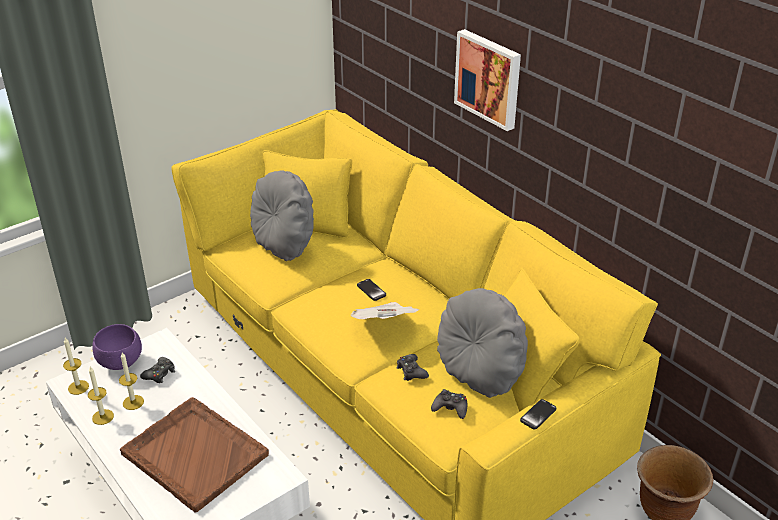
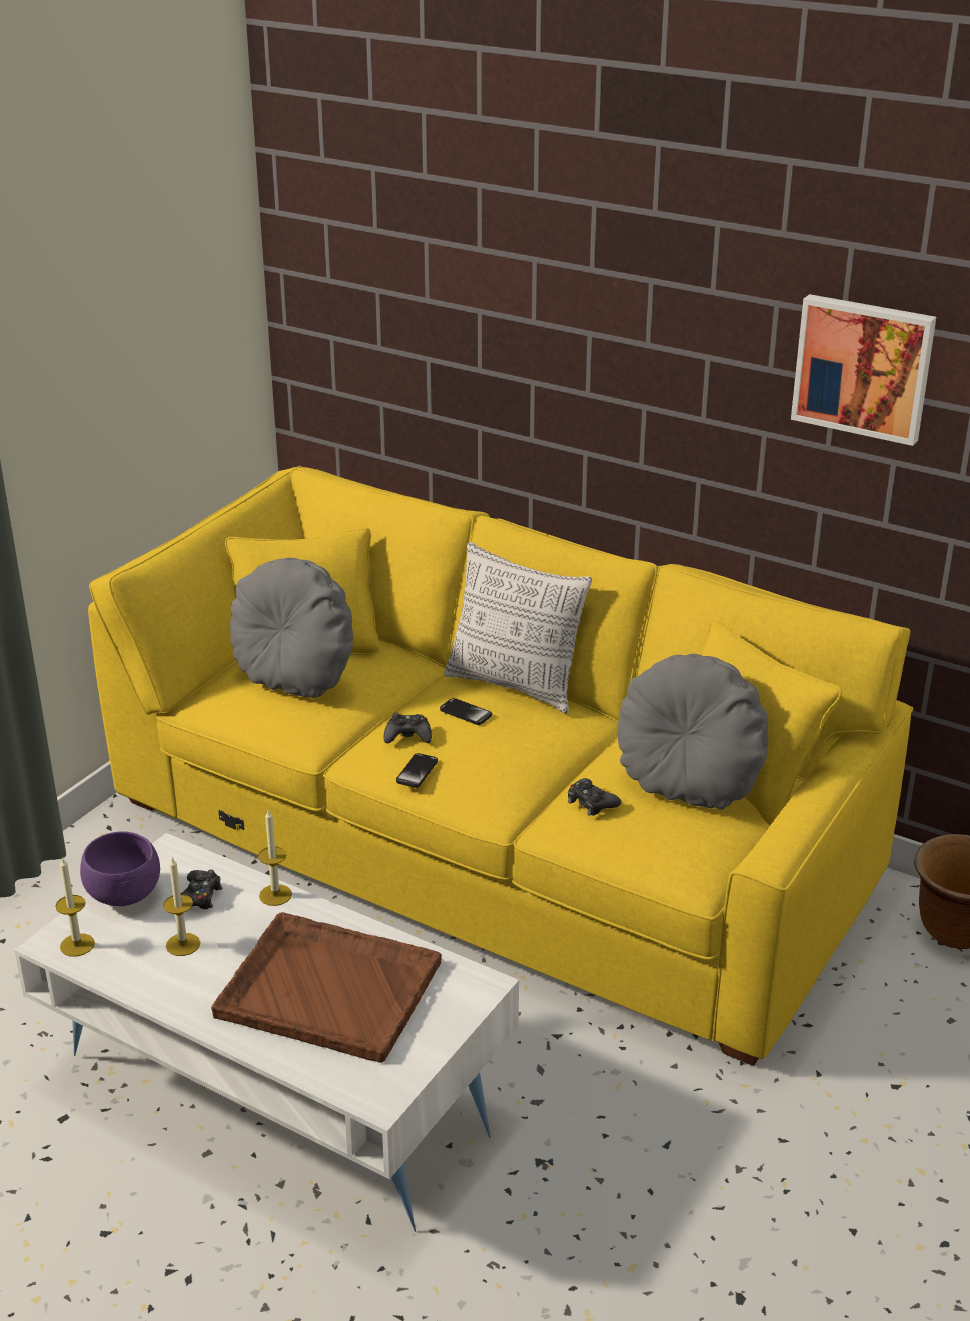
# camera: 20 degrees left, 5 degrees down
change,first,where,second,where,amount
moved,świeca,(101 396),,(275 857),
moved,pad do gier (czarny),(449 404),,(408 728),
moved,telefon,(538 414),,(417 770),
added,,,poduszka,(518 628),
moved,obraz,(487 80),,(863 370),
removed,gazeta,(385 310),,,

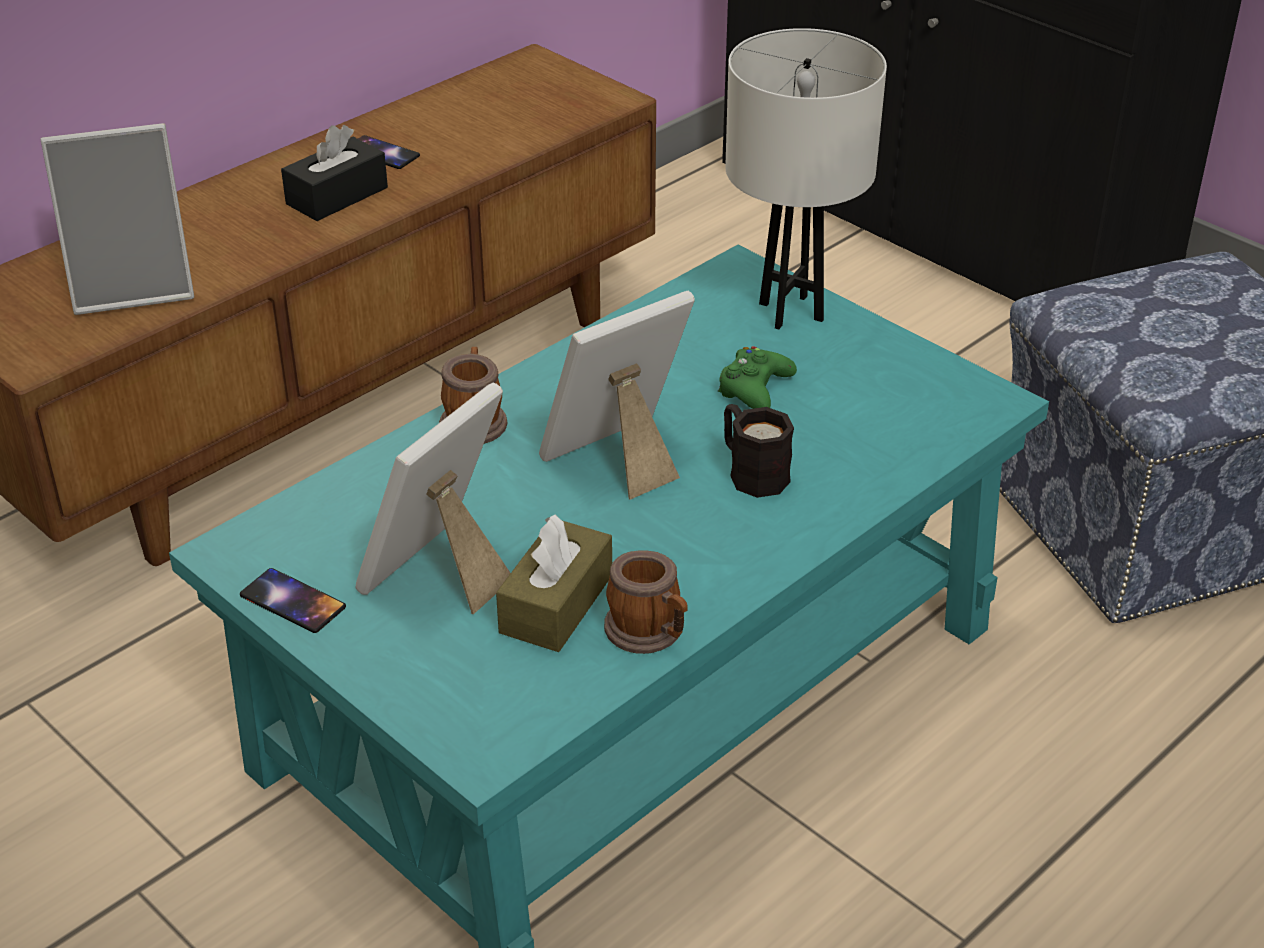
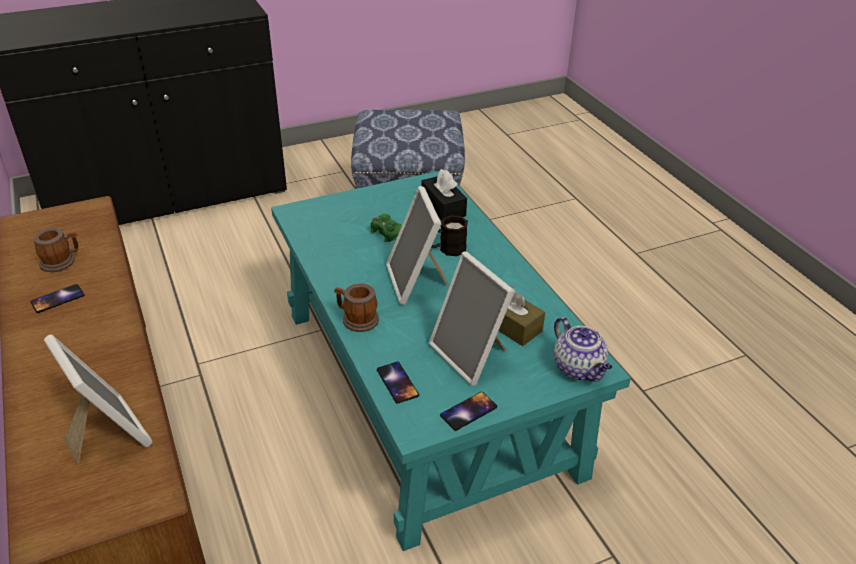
# camera: 70 degrees left, 0 degrees up
change,first,where,second,where,amount
moved,kubek,(646 602),,(56 249),
turned,ramka na zdjęcie,(117 219),,(98 399),45 degrees counterclockwise
added,,,telefon,(398 383),
moved,pudełko chusteczek (czarny),(334 173),,(444 195),
added,,,imbryk,(583 349),
removed,lampa stołowa (biały),(806 178),,,

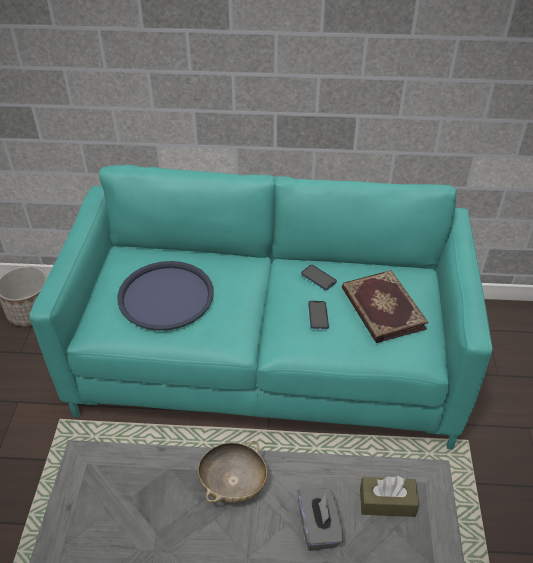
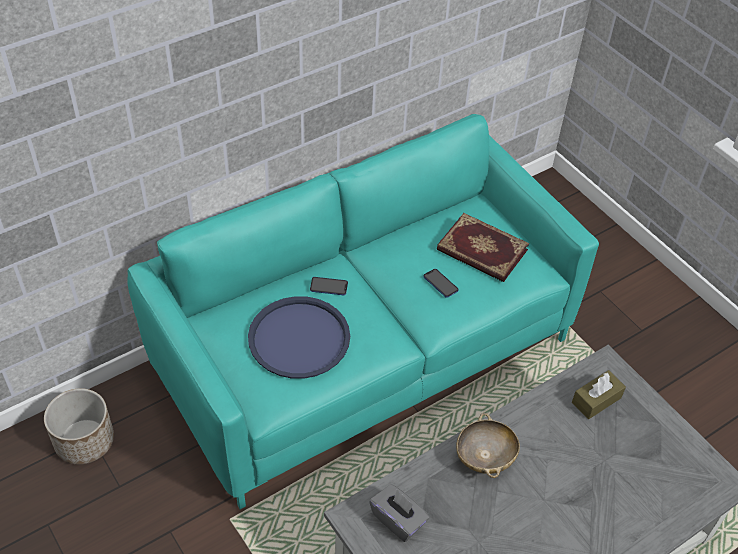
# camera: 40 degrees left, 5 degrees up
change,first,where,second,where,amount
moved,telefon,(319 277),,(329 286),
moved,pudełko chusteczek (szary),(320 520),,(400 513),

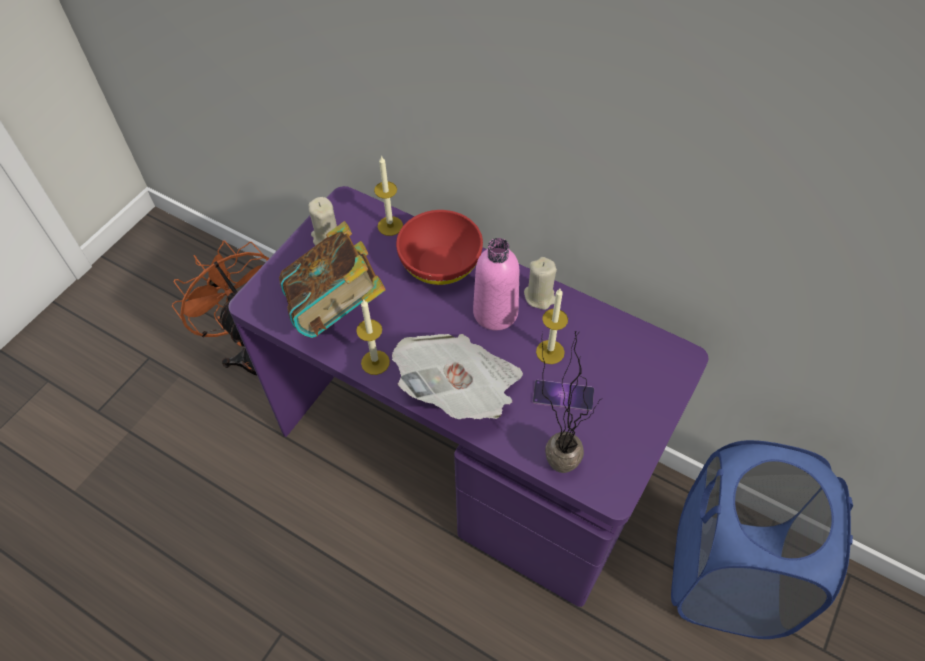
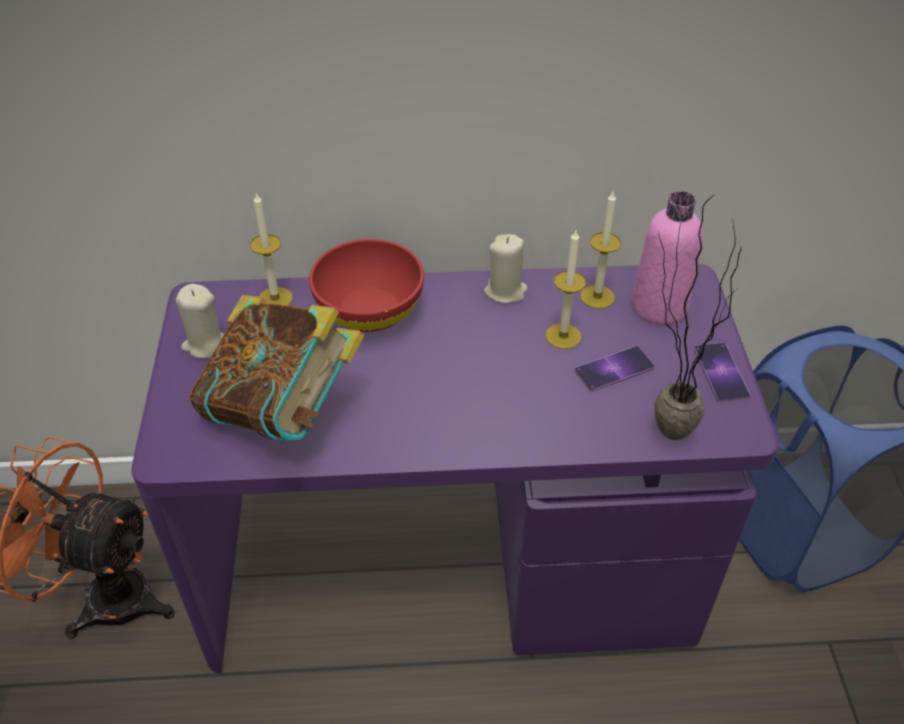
# camera: 35 degrees left, 10 degrees down
change,first,where,second,where,amount
moved,świeca,(373 337),,(600 250),
moved,butelka (różowy),(496 284),,(667 258),
added,,,telefon,(722 372),
removed,gazeta,(457 376),,,

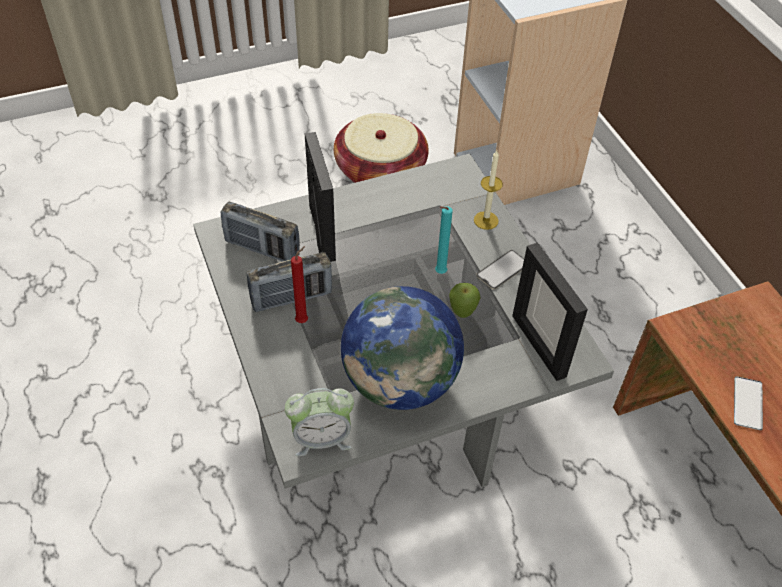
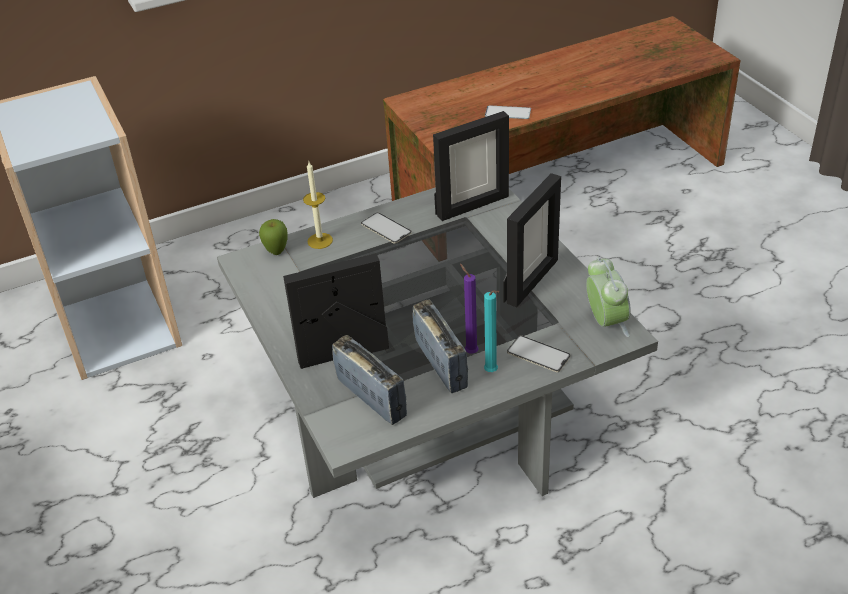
# camera: 90 degrees left, 10 degrees down
change,first,where,second,where,amount
moved,jabłko,(465 300),,(273 237),
turned,radio,(260 231),,(369 380),60 degrees counterclockwise
recoloured,świeca (czerwony),(299 284),świeca (fioletowy),(469 308),
moved,świeca (turkusowy),(444 240),,(491 331),
replaced,globus,(402 348),ramka na zdjęcie,(532 240),
added,,,telefon,(539 353),
removed,koszyk,(381 148),,,

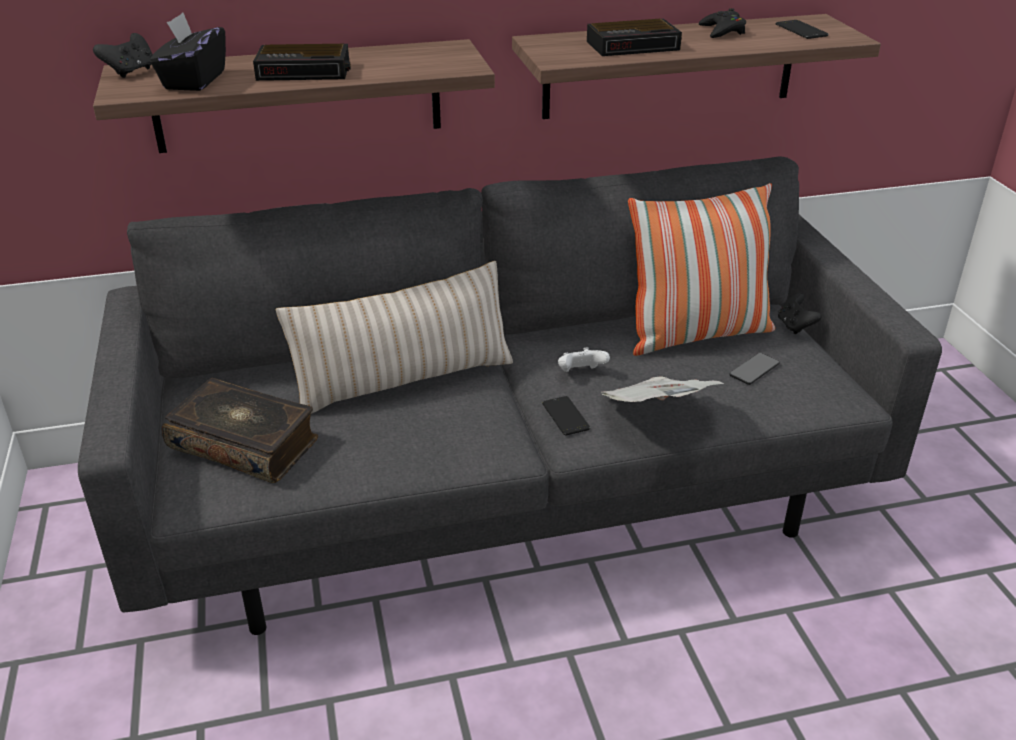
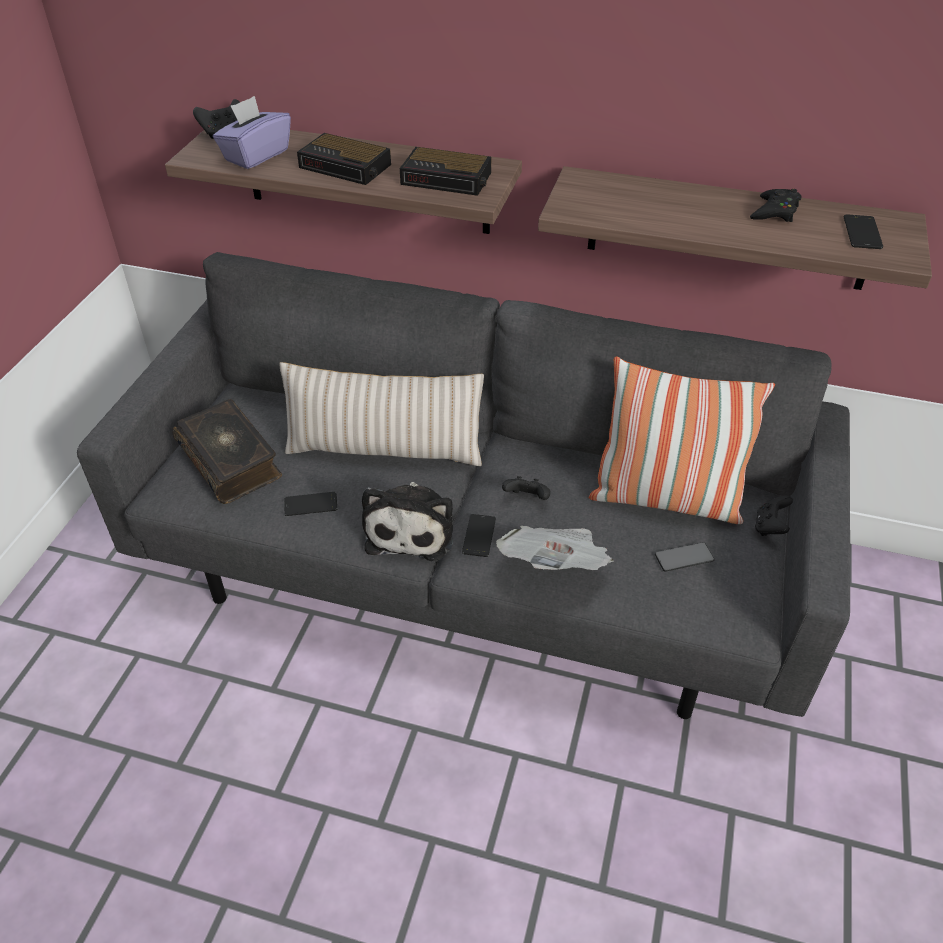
# camera: 30 degrees right, 10 degrees up
change,first,where,second,where,amount
recoloured,pudełko chusteczek (czarny),(188 51),pudełko chusteczek (fioletowy),(252 132),
added,,,telefon,(310 504),
added,,,pluszak,(407 521),
moved,budzik,(634 37),,(445 171),
recoloured,pad do gier (biały),(584 359),pad do gier (czarny),(526 488),

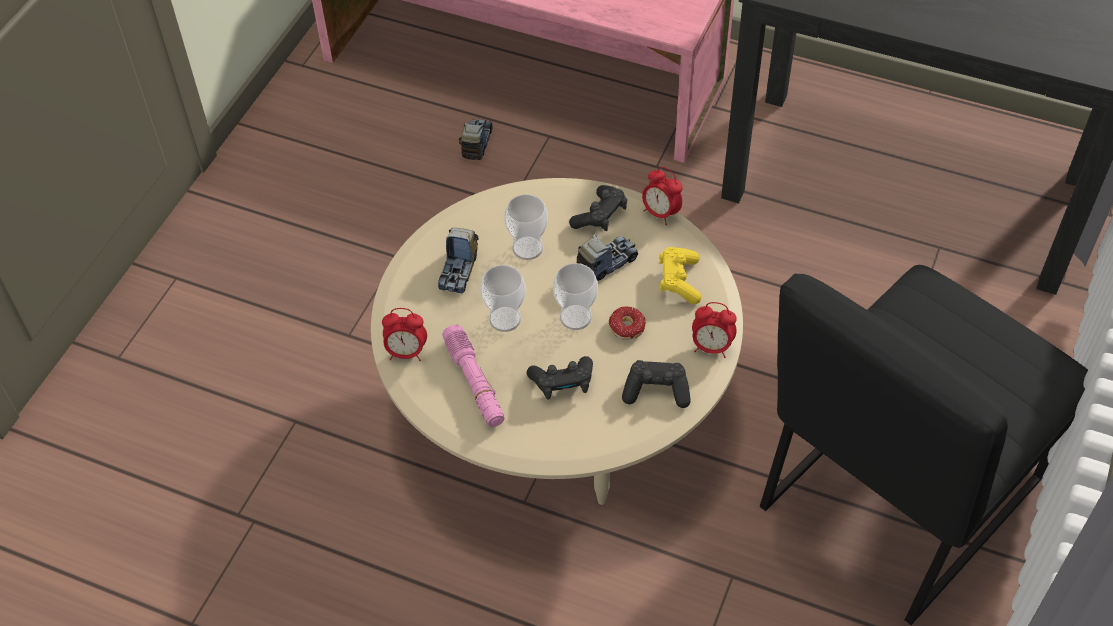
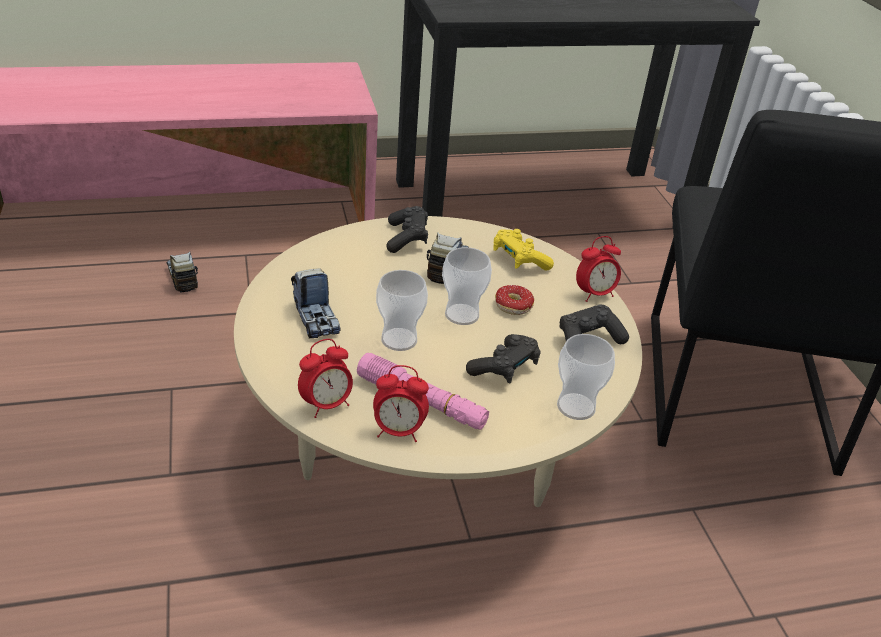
# camera: 40 degrees left, 15 degrees down
change,first,where,second,where,amount
moved,budzik,(662 196),,(401 403),
moved,filiżanka,(526 227),,(586 377),

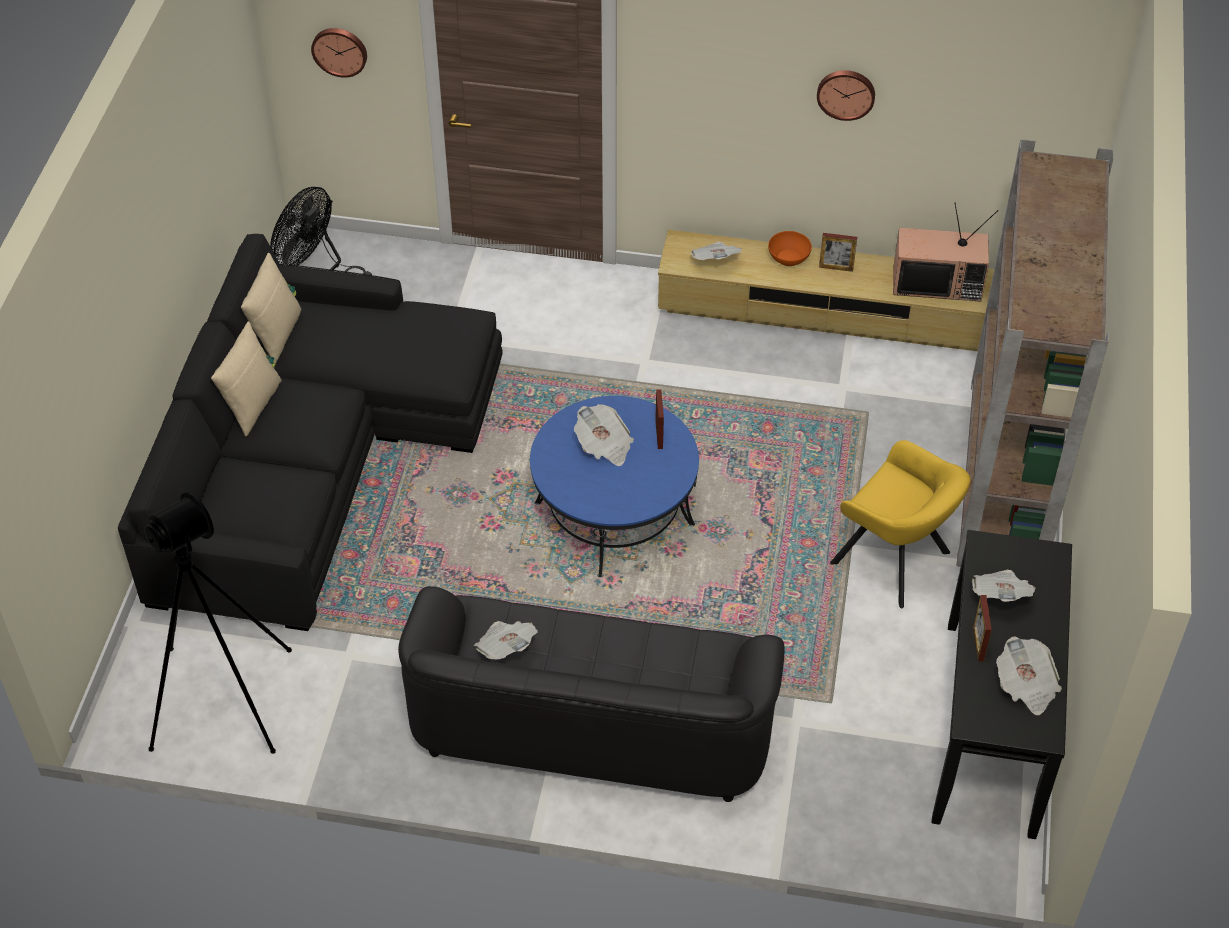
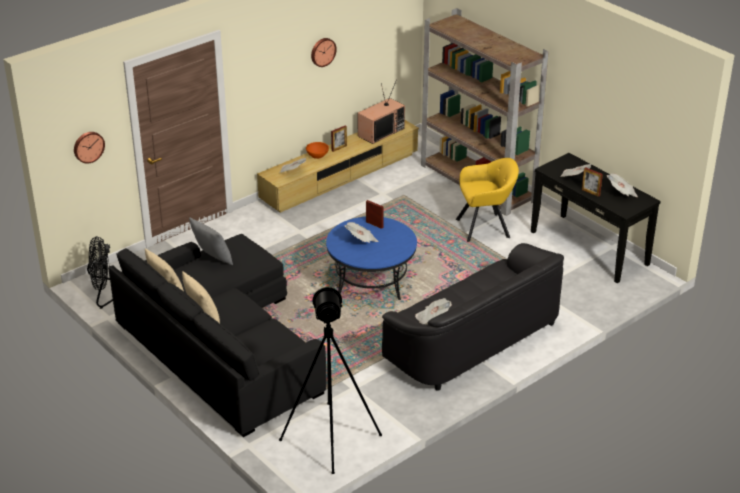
# camera: 50 degrees left, 15 degrees down
change,first,where,second,where,amount
added,,,poduszka (szary),(211 241),

